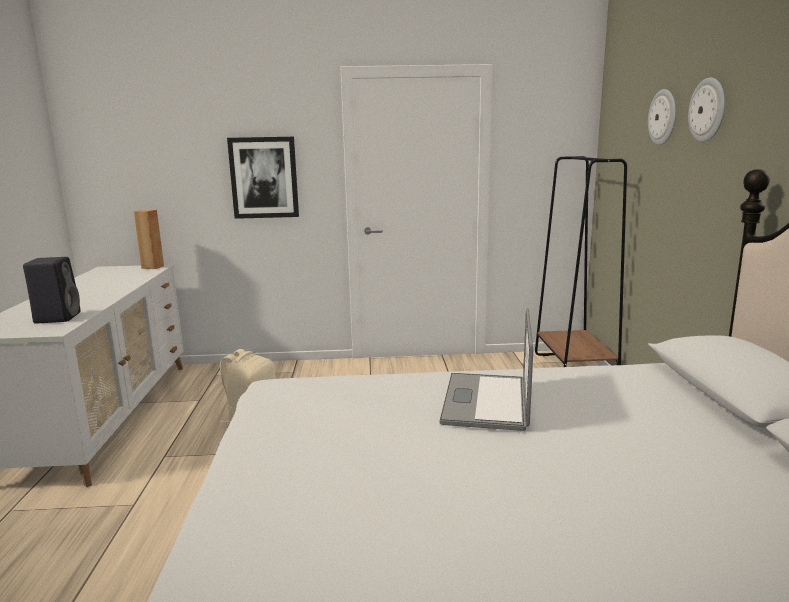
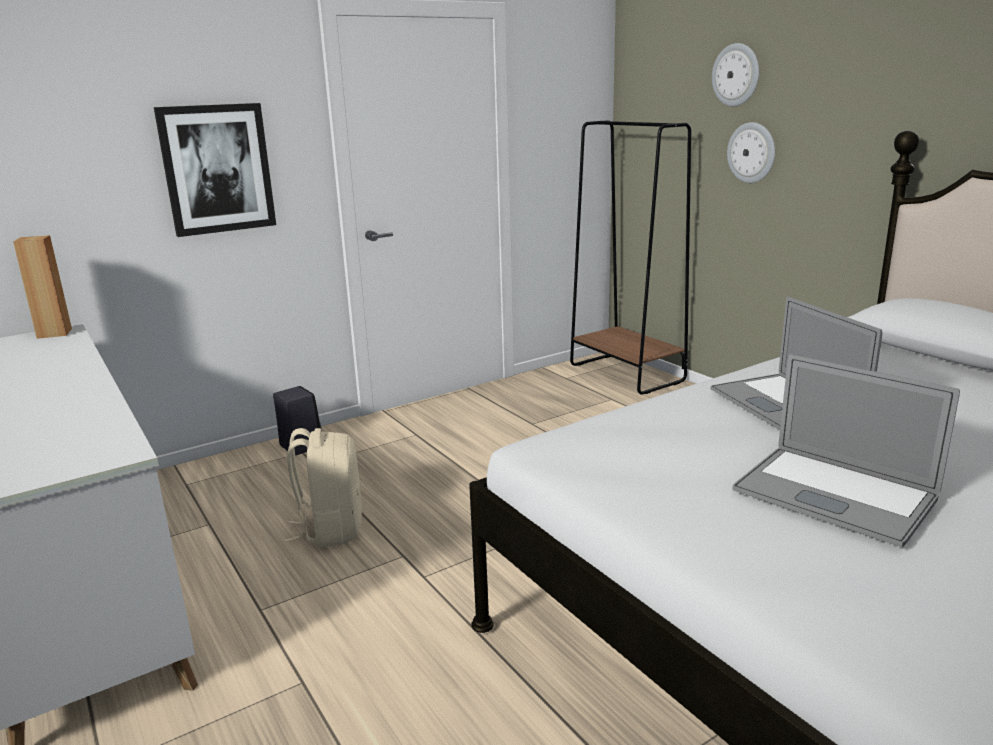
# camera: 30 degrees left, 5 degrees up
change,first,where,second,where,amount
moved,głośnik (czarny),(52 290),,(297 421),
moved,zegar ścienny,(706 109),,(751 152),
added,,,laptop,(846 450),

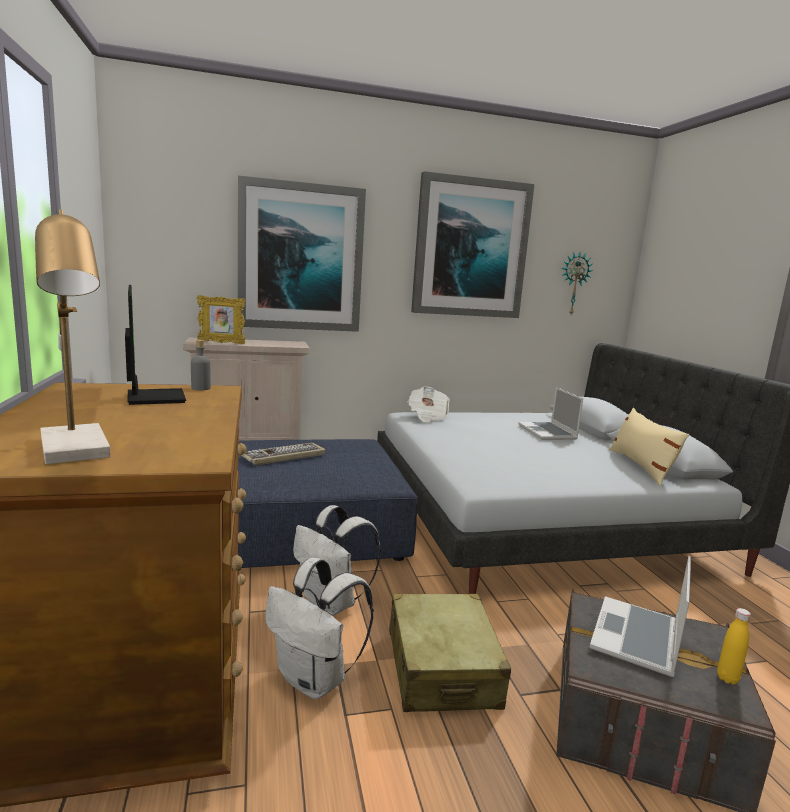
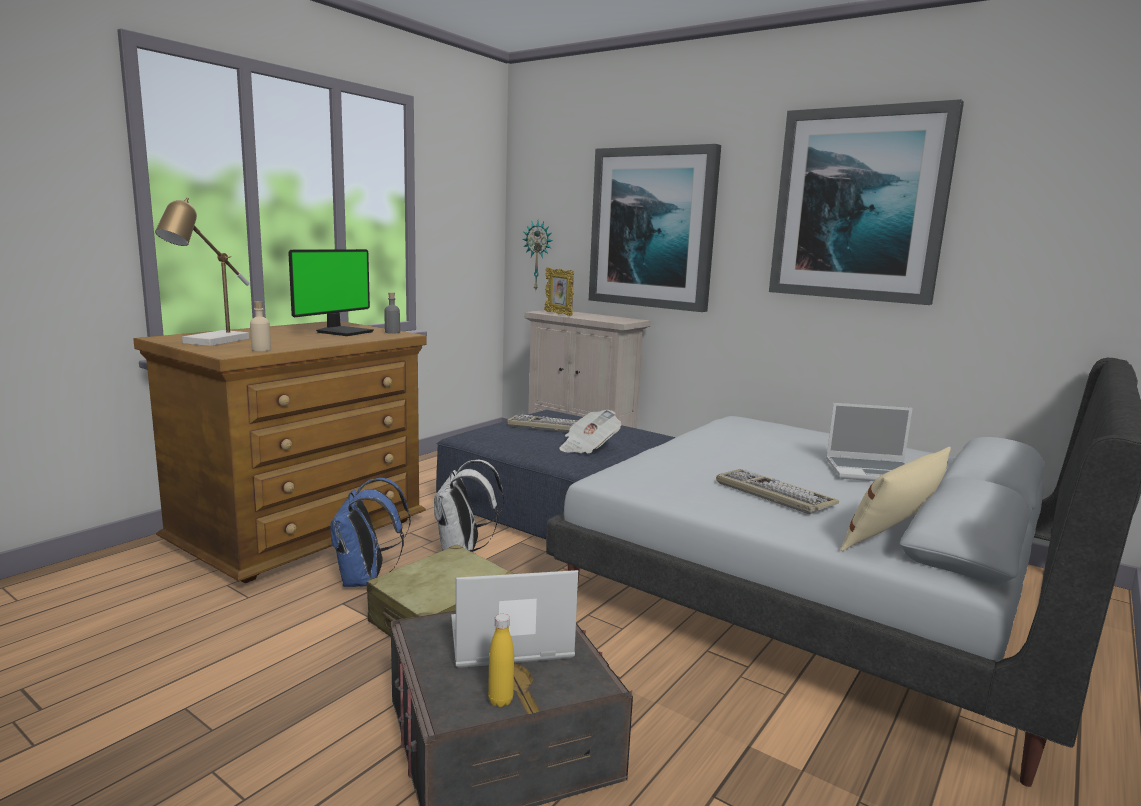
# camera: 50 degrees right, 0 degrees up
change,first,where,second,where,amount
added,,,butelka (beżowy),(260 326),
recoloured,plecak (biały),(319 628),plecak (niebieski),(370 532),
moved,zegar ścienny,(577 283),,(538 255),
moved,gazeta,(429 404),,(590 432),
added,,,klawiatura,(777 491),
turned,laptop,(550 413),,(869 442),120 degrees counterclockwise

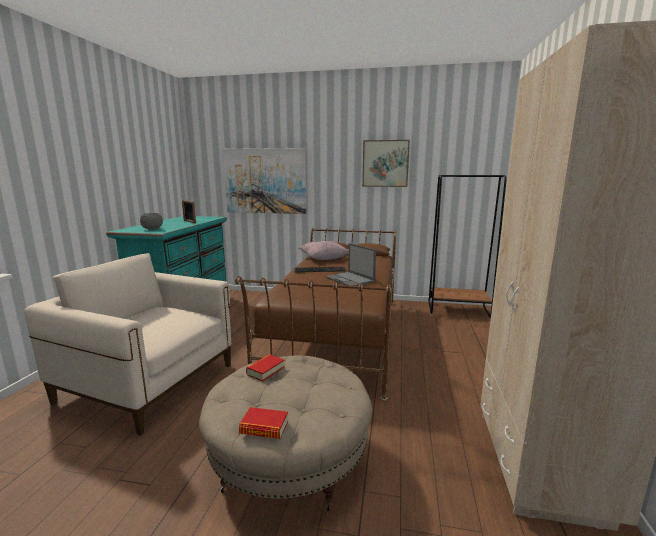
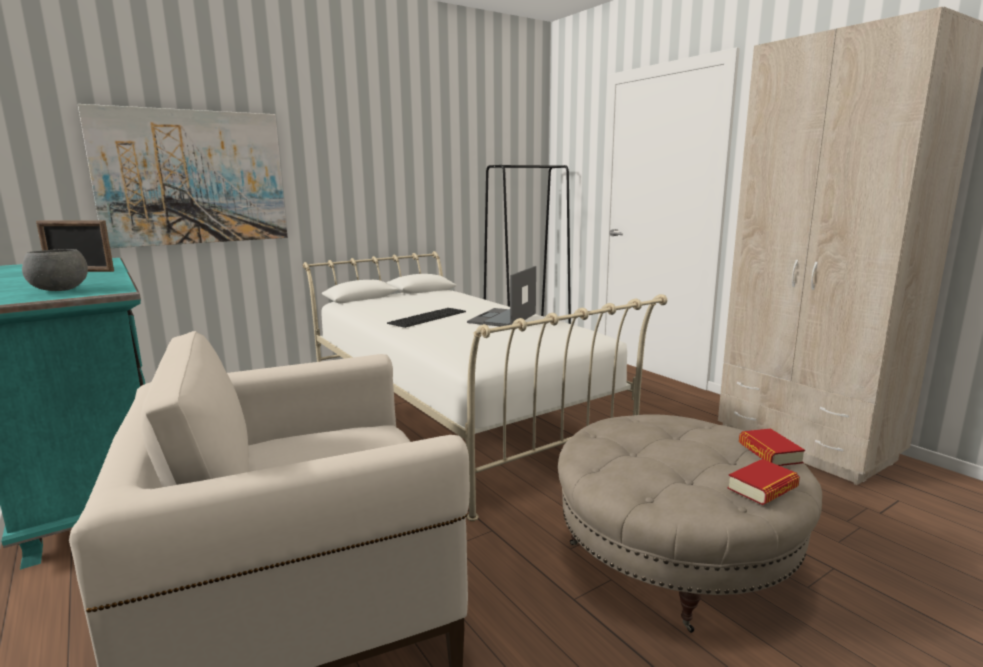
# camera: 45 degrees left, 0 degrees up
change,first,where,second,where,amount
recoloured,łóżko (brązowy),(315 314),łóżko (biały),(485 386),
turned,laptop,(350 264),,(501 296),105 degrees clockwise
moved,książka,(265 367),,(772 447),
removed,poduszka (fioletowy),(323 250),,,
removed,obraz,(386 163),,,

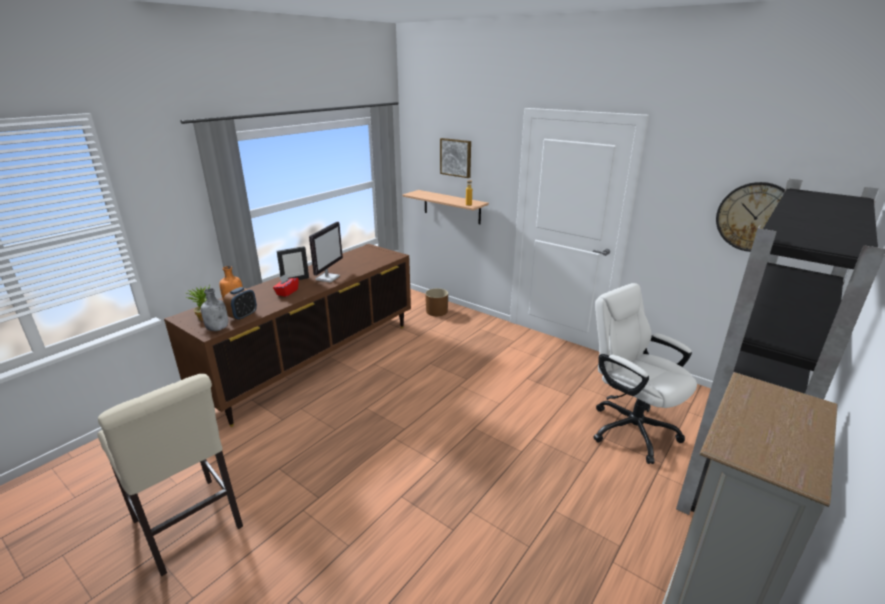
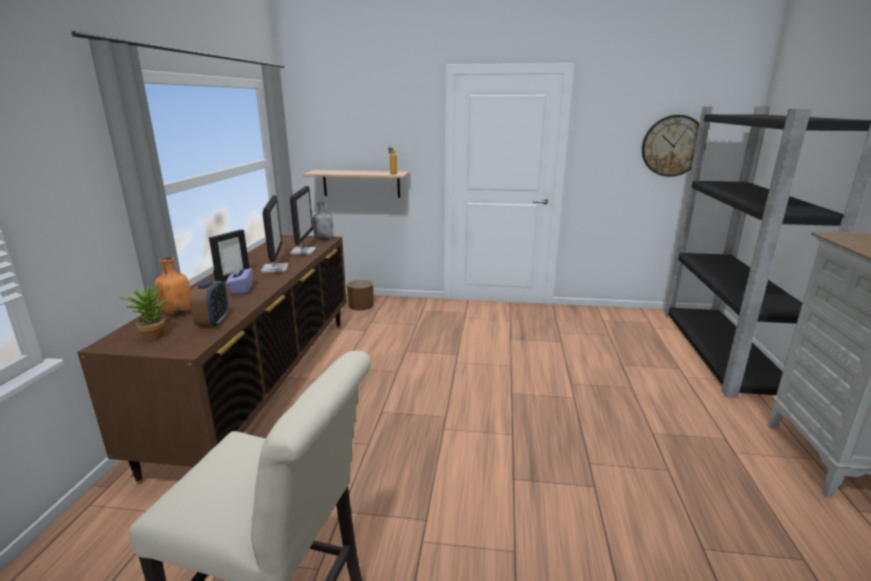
# camera: 30 degrees left, 5 degrees down
change,first,where,second,where,amount
recoloured,pudełko chusteczek (czerwony),(286 285),pudełko chusteczek (fioletowy),(239 279),
added,,,monitor,(303 220),
moved,butelka (szary),(214 309),,(323 221),
removed,obraz,(455 158),,,
removed,krzesło biurowe (biały),(645 373),,,

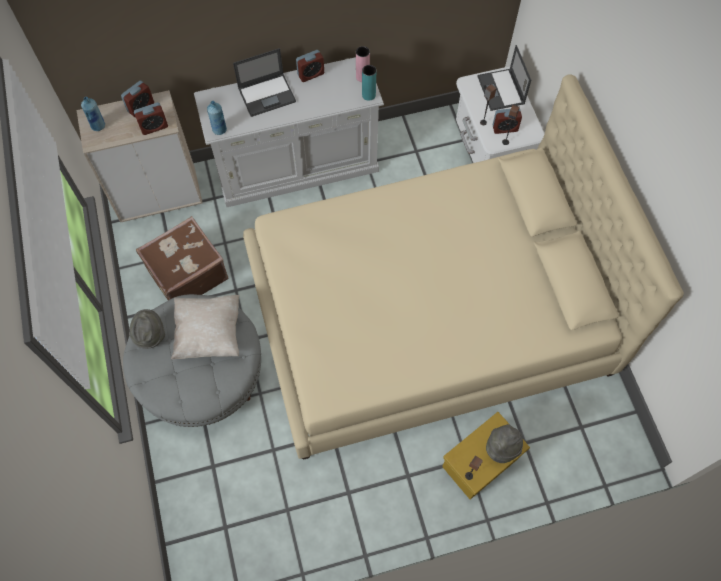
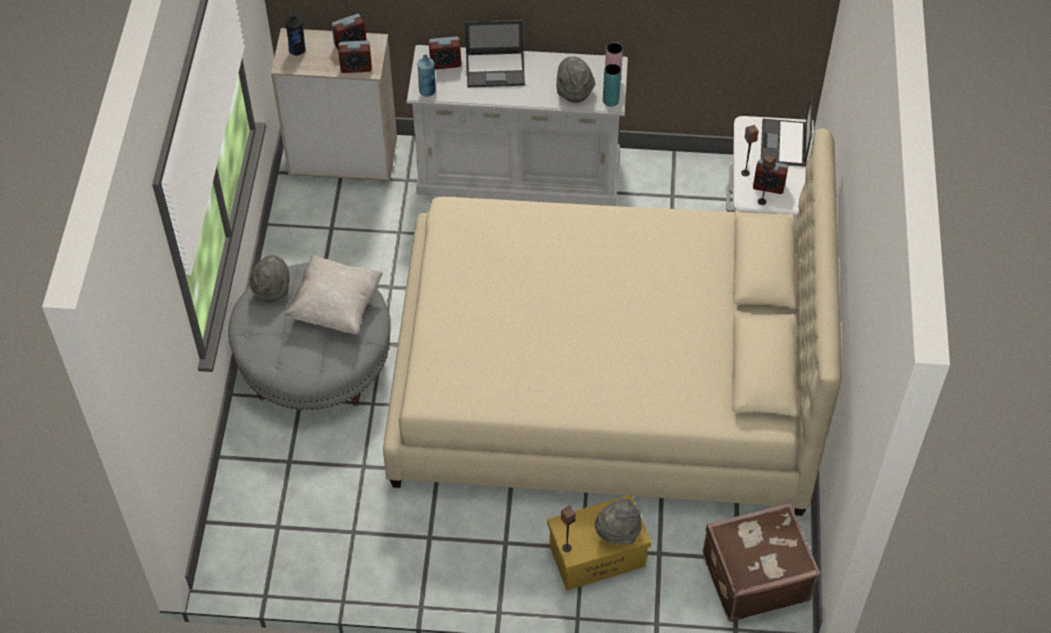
# camera: 20 degrees right, 10 degrees down
change,first,where,second,where,amount
recoloured,butelka (niebieski),(93 114),butelka (czarny),(295 34),
moved,budzik,(310 66),,(445 52),
added,,,kapelusz (szary),(576 80),
moved,walizka (brązowy),(182 258),,(761 562),

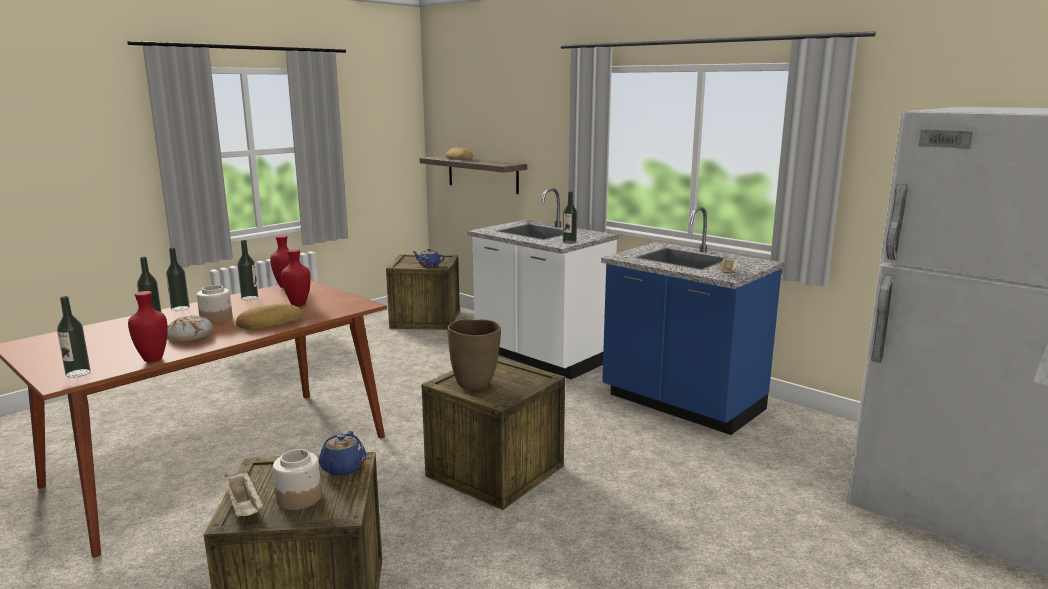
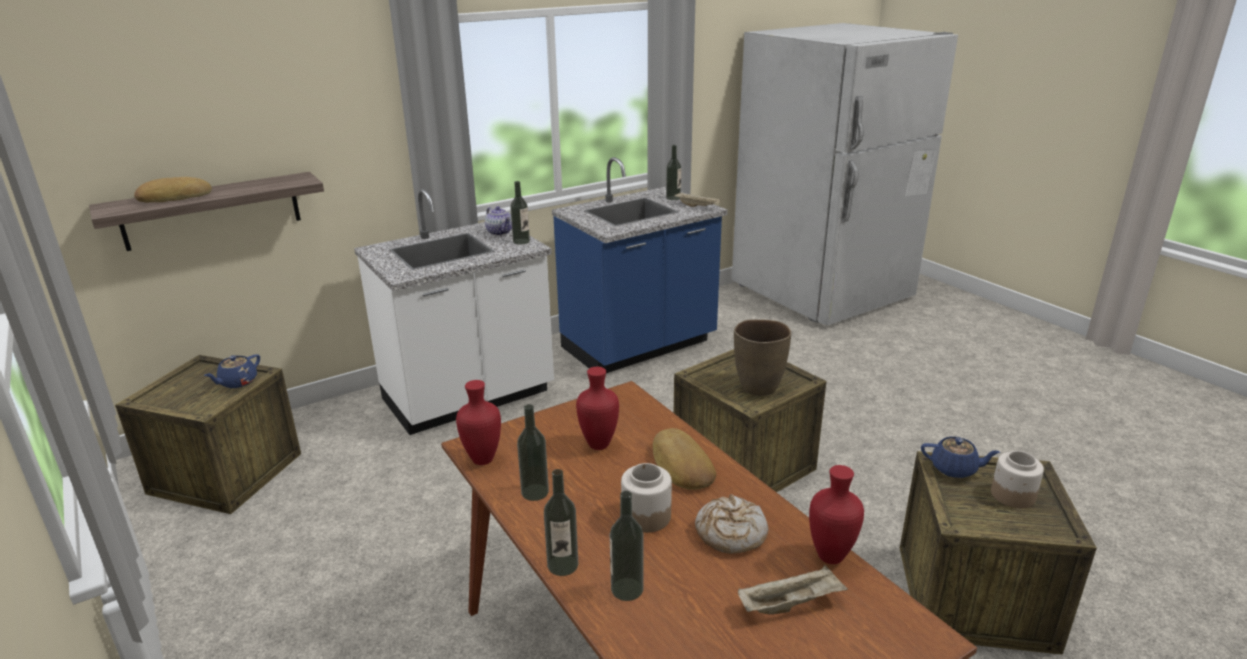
# camera: 75 degrees left, 10 degrees up
change,first,where,second,where,amount
added,,,imbryk,(498 221),
moved,butelka,(74 337),,(673 172),
moved,taca (beżowy),(244 494),,(793 589),

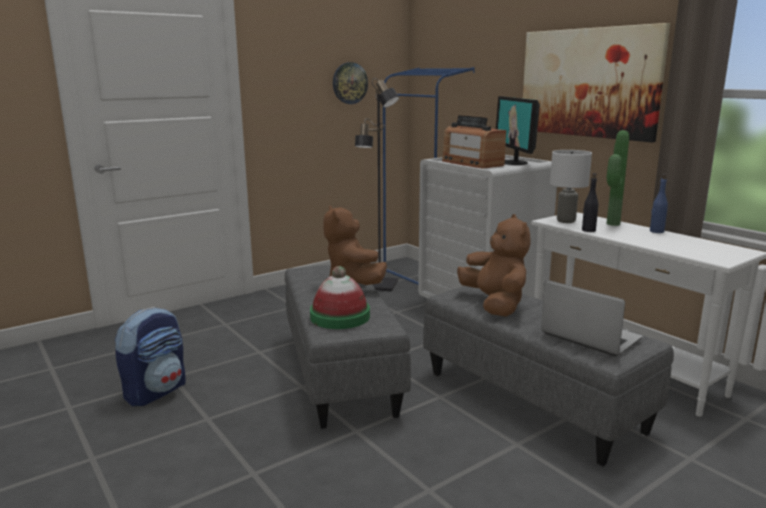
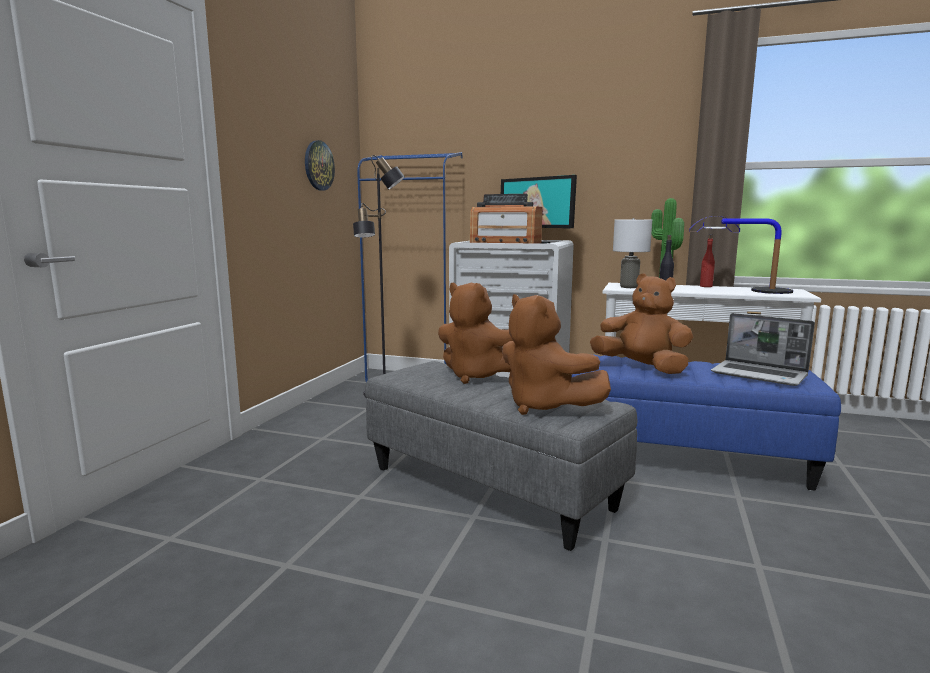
# camera: 35 degrees left, 5 degrees down
change,first,where,second,where,amount
replaced,kapelusz,(340 297),pluszak (brązowy),(556 354),
recoloured,pufa (szary),(548 376),pufa (niebieski),(706 422),
added,,,lampa stołowa,(741 255),
recoloured,butelka (niebieski),(659 203),butelka (czerwony),(707 260),
turned,laptop,(591 318),,(763 349),150 degrees counterclockwise
removed,plecak,(150 356),,,
removed,obraz,(596 82),,,

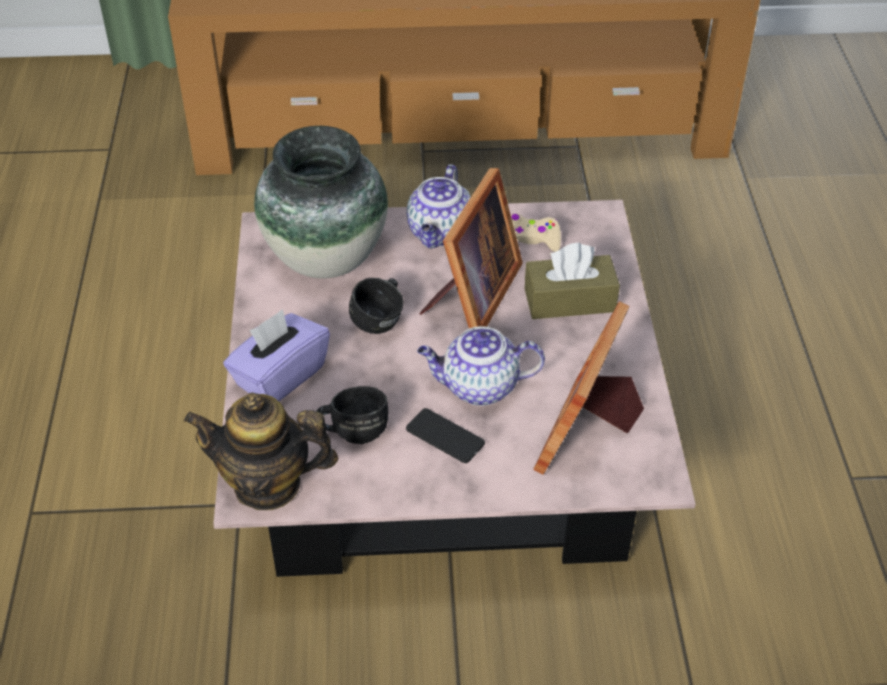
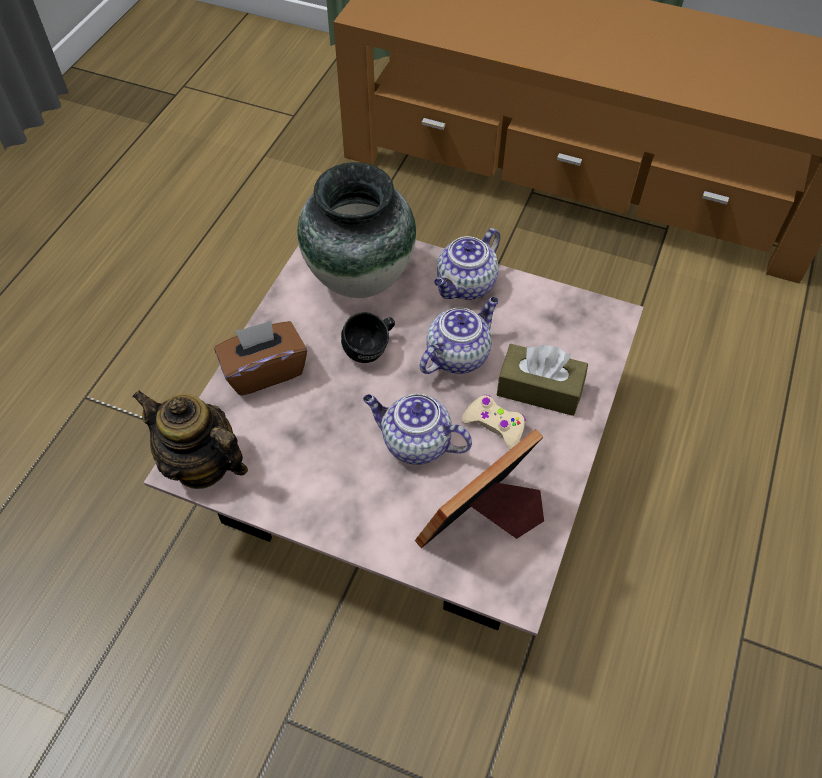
# camera: 25 degrees right, 10 degrees up
change,first,where,second,where,amount
recoloured,pudełko chusteczek (fioletowy),(276 355),pudełko chusteczek (brązowy),(260 358),
replaced,ramka na zdjęcie,(471 248),imbryk,(459 335),
moved,pad do gier (beżowy),(536 232),,(494 422),
removed,kubek (czarny),(352 415),,,
removed,telefon,(445 435),,,

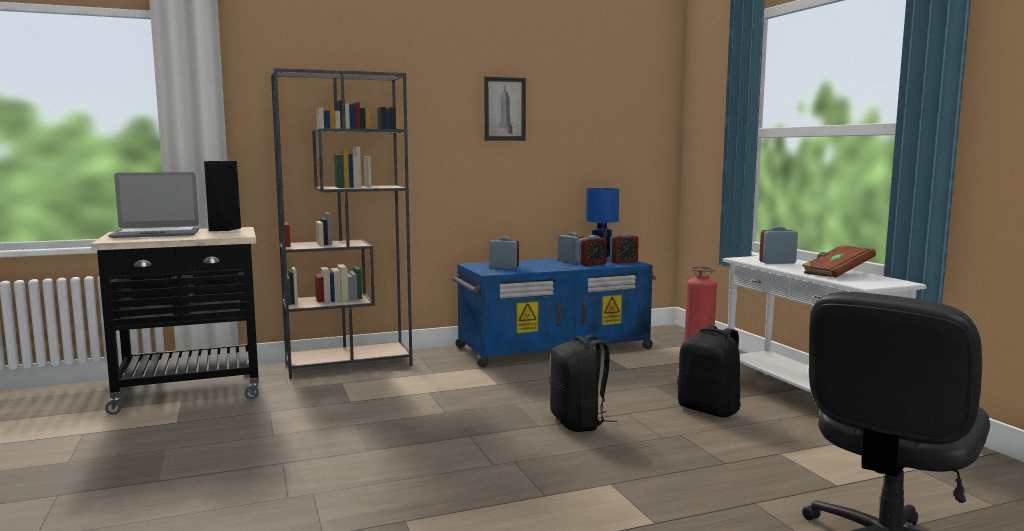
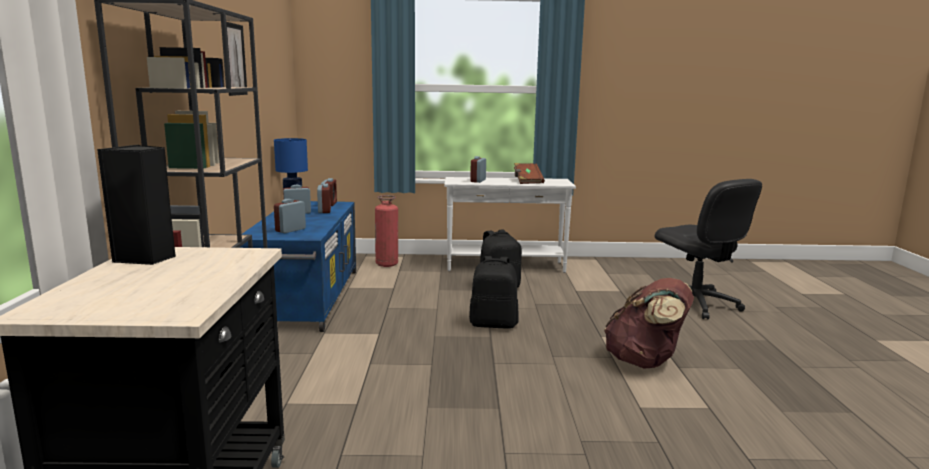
# camera: 70 degrees left, 5 degrees up
change,first,where,second,where,amount
added,,,plecak (brązowy),(649 323),
removed,laptop,(153 205),,,

